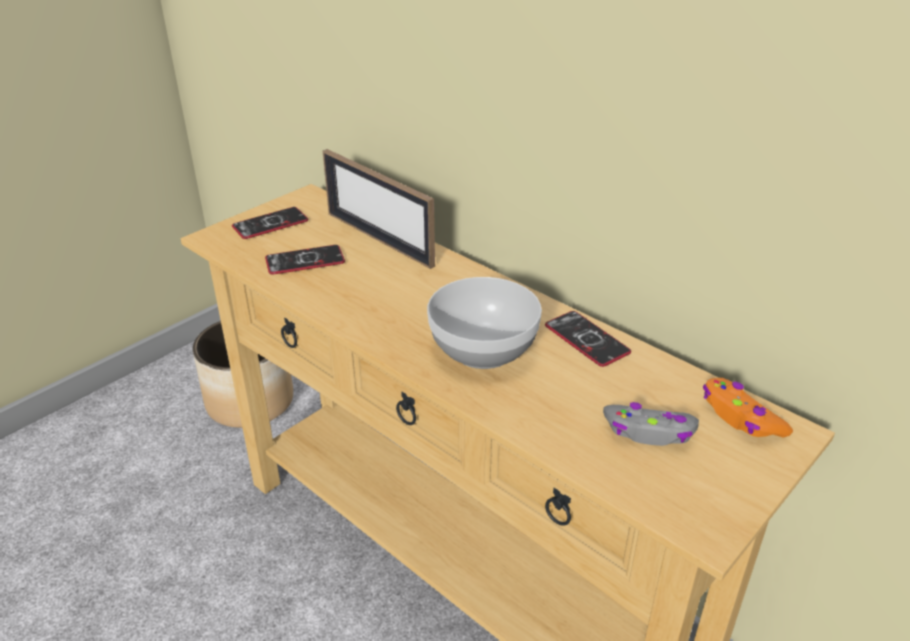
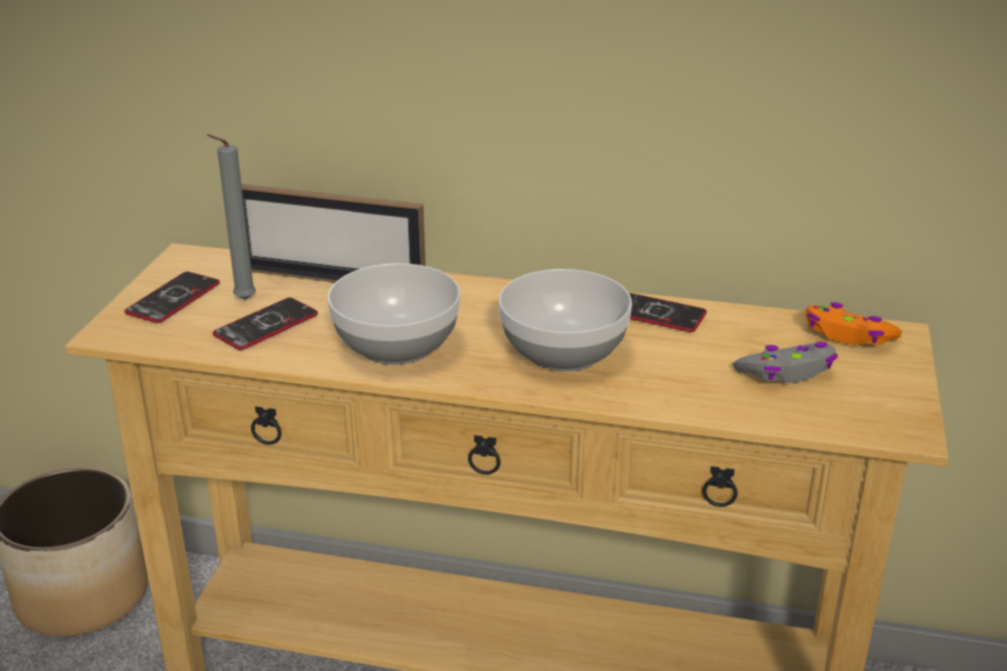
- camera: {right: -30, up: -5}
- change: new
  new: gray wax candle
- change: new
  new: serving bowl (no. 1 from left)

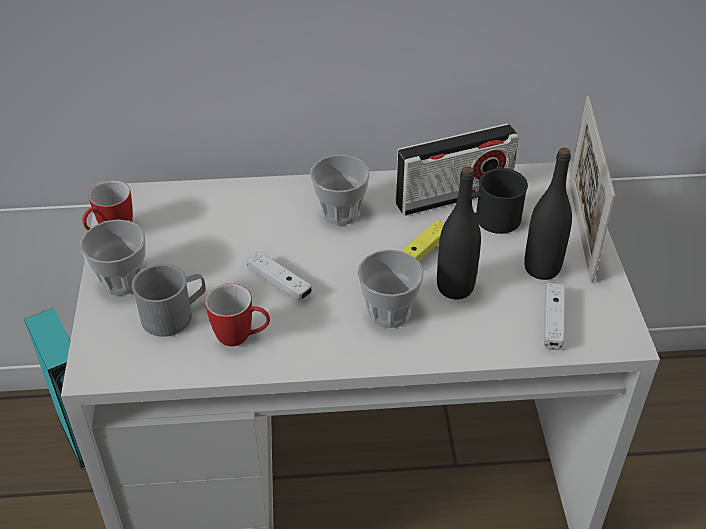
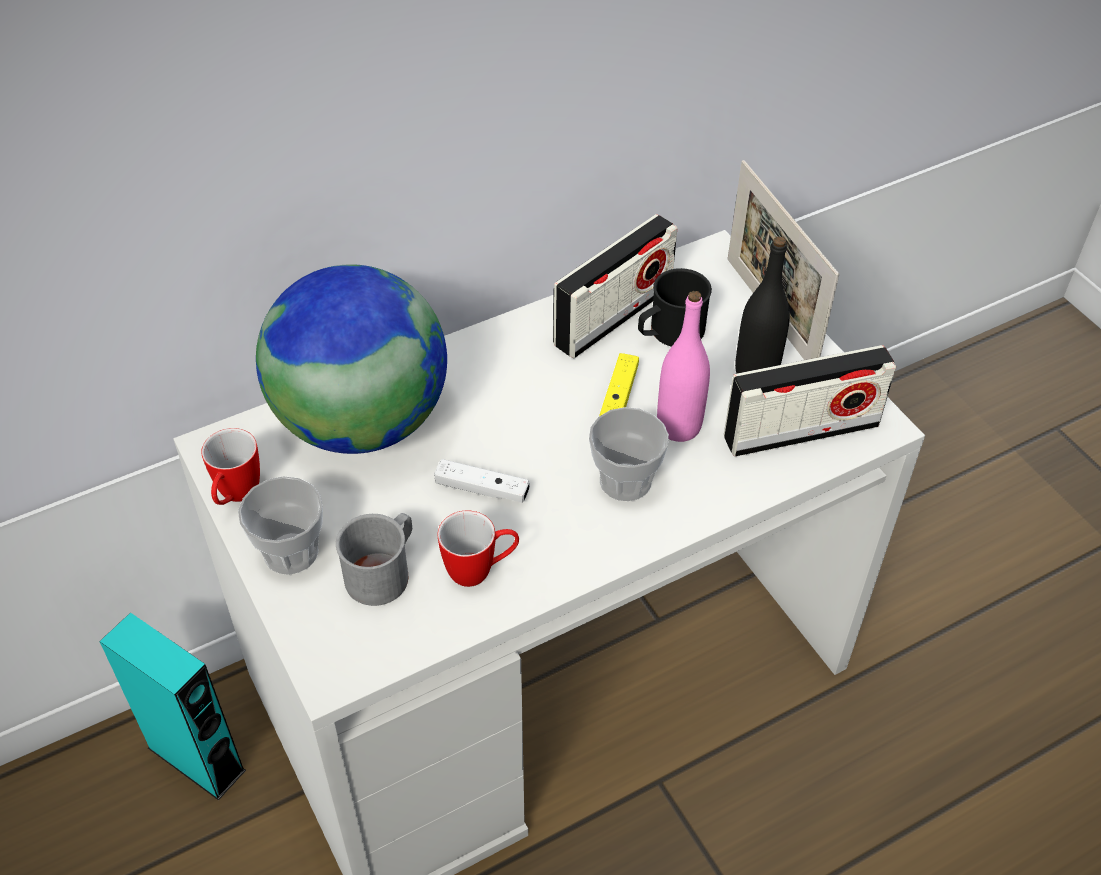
- camera: {right: -25, up: 5}
- change: new
  new: world globe
- change: repainted
  old: blackish drink bottle (no. 1 from left)
  new: pink-coloured drink bottle
- change: swapped
  old: white-coloured game controller (no. 2 from left)
  new: radio receiver (no. 2 from left)
- change: gone
  old: drinking cup (no. 2 from left)

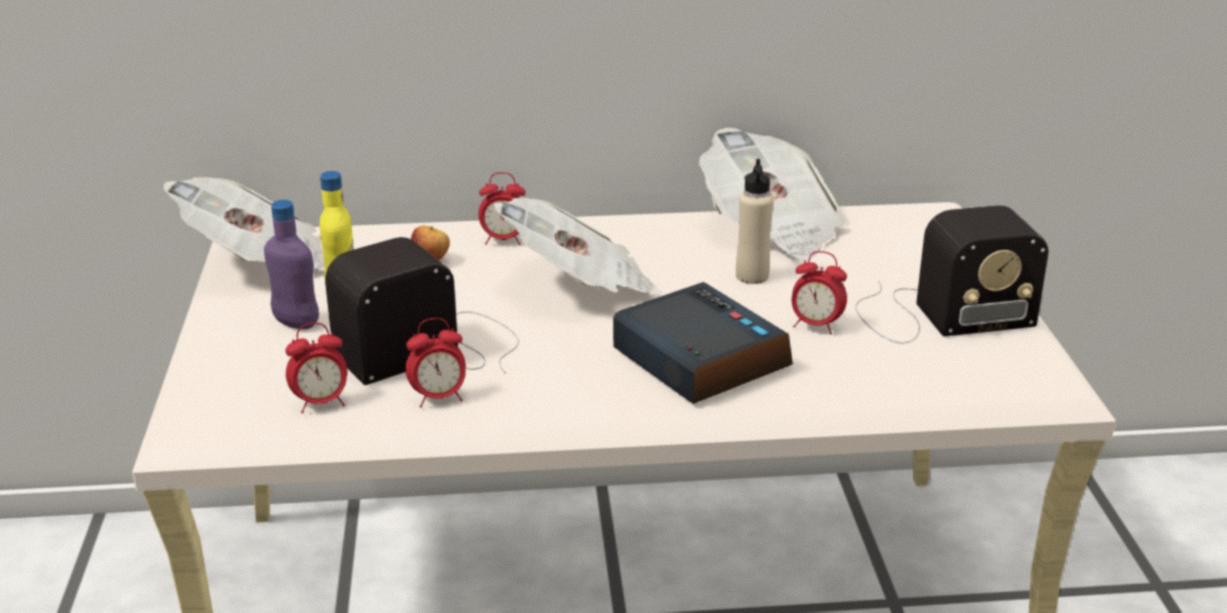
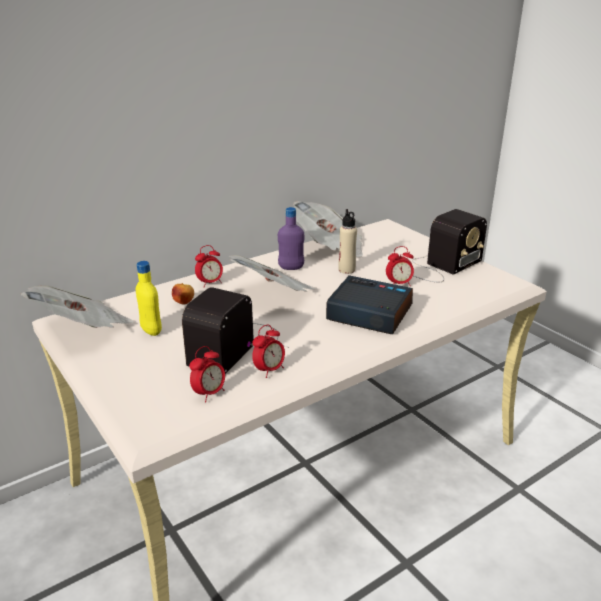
- camera: {right: -30, up: 0}
- change: shifted
  old: purplish drink bottle

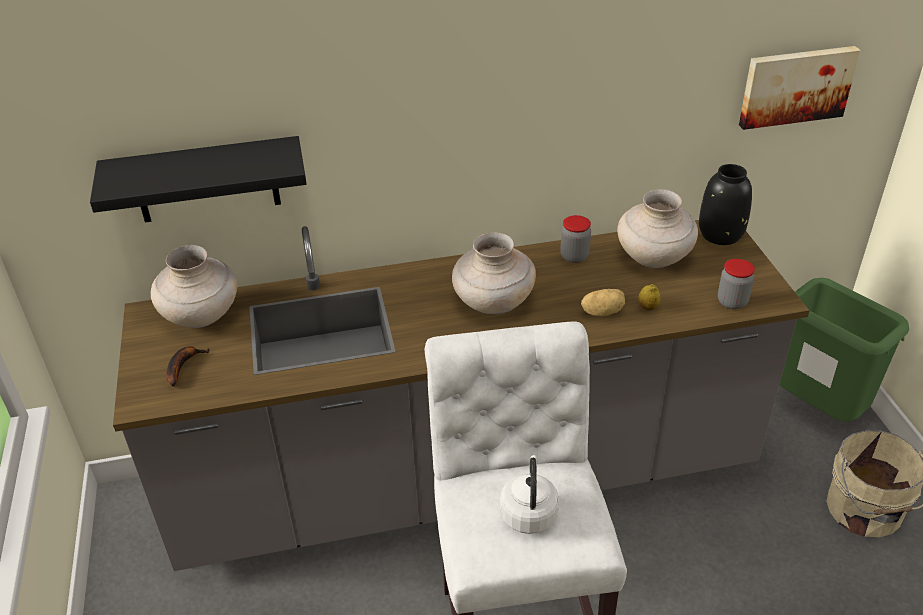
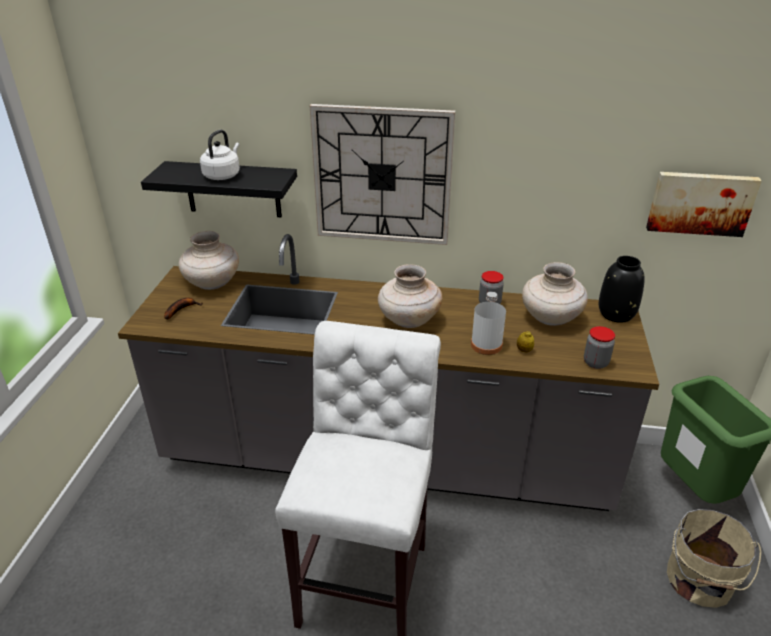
- camera: {right: 20, up: -5}
- change: shifted
  old: white-coloured water kettle
- change: new
  new: clock on the wall
- change: swapped
  old: potato
  new: white-coloured drink bottle

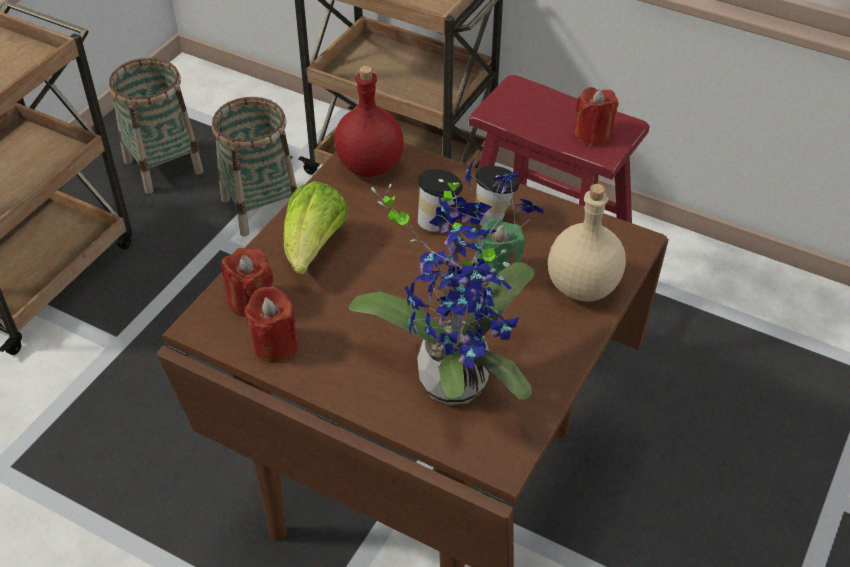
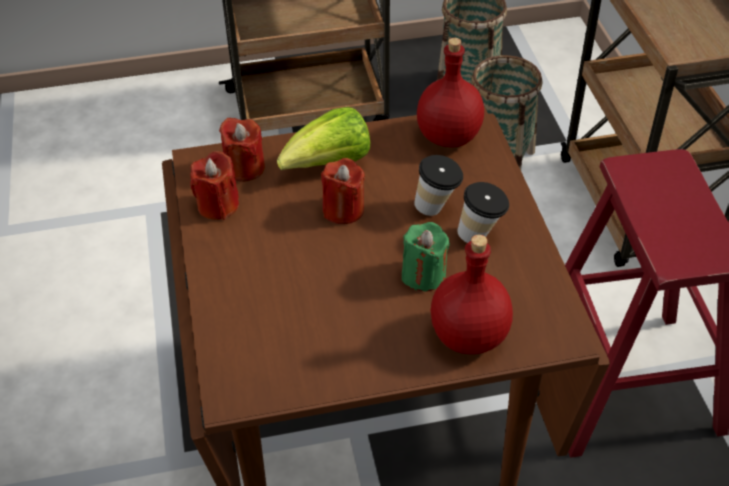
- camera: {right: 50, up: 0}
- change: shifted
  old: red wax candle (no. 3 from left)
- change: repainted
  old: sand-coloured drink bottle
  new: red drink bottle (no. 2 from left)
- change: gone
  old: plant in a pot

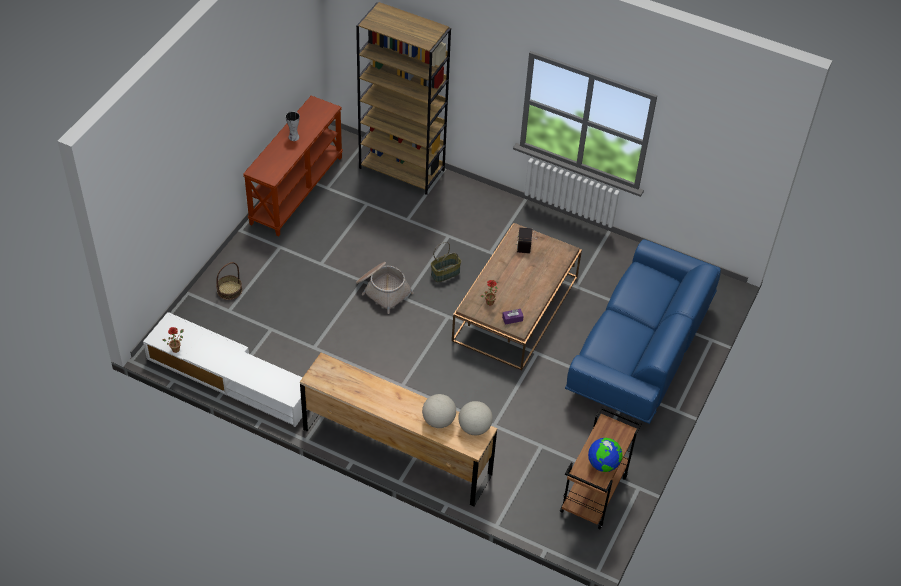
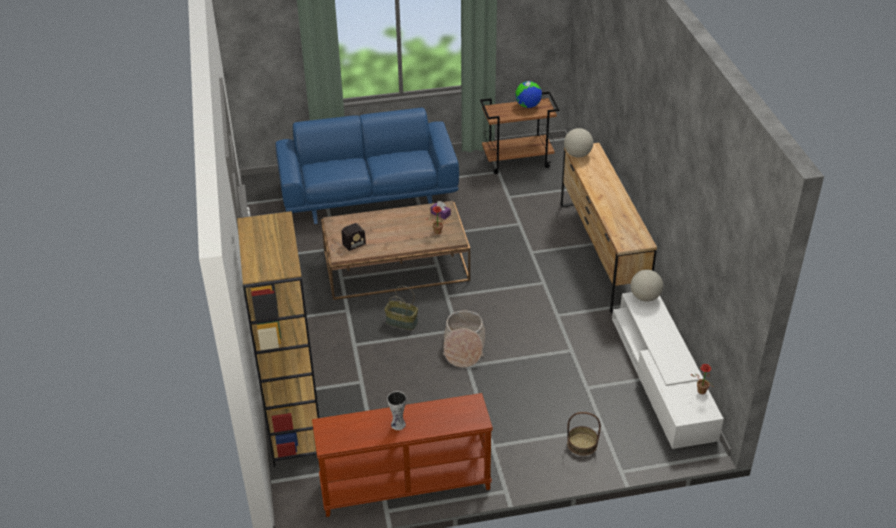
- camera: {right: -125, up: -10}
- change: shifted
  old: world globe (no. 1 from left in the first image)
  new: world globe (no. 3 from left)

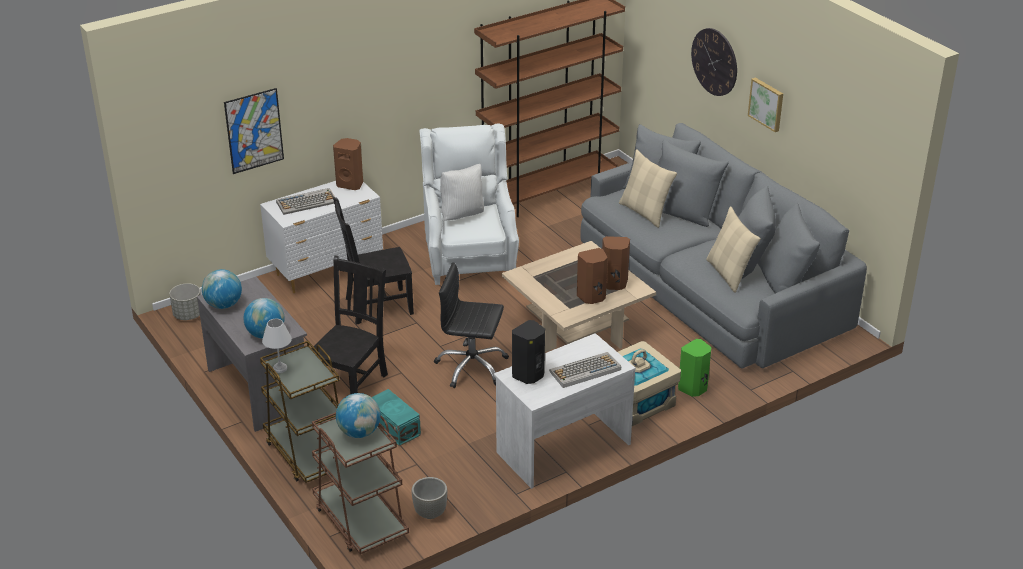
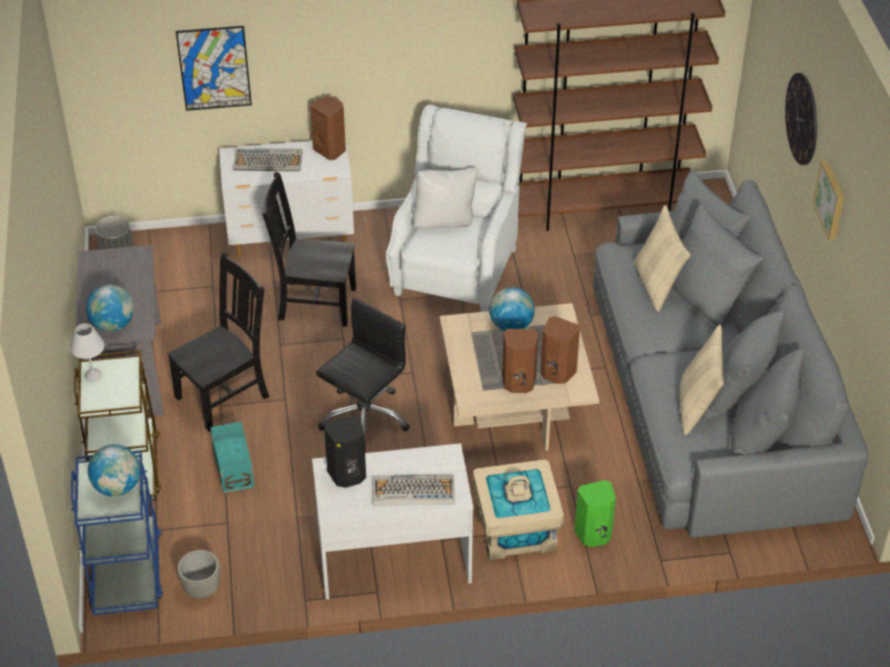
- camera: {right: 25, up: 10}
- change: repainted
  old: brown-coloured wheeled cart (no. 2 from left)
  new: blue wheeled cart
- change: rotated
  old: blackish office chair
  degrees: 90
- change: shifted
  old: world globe (no. 1 from left in the first image)
  new: world globe (no. 3 from left)

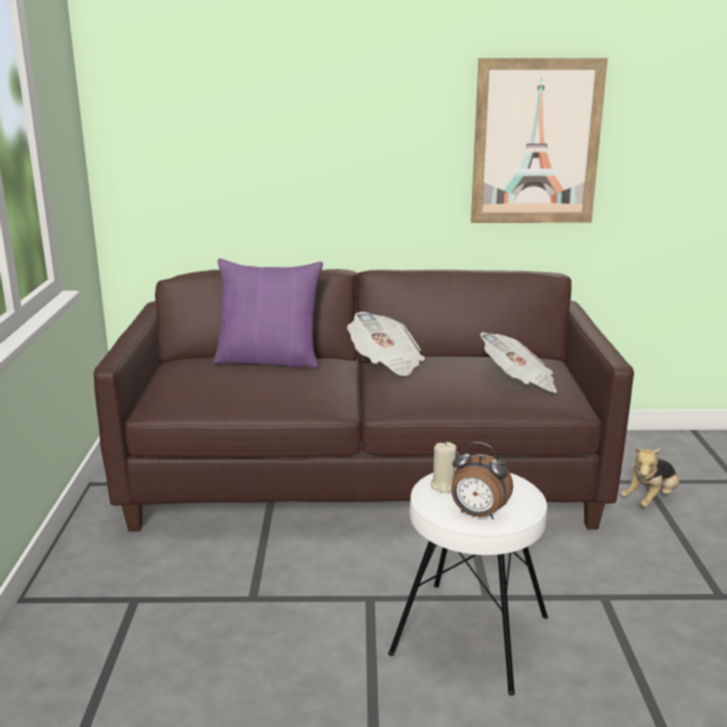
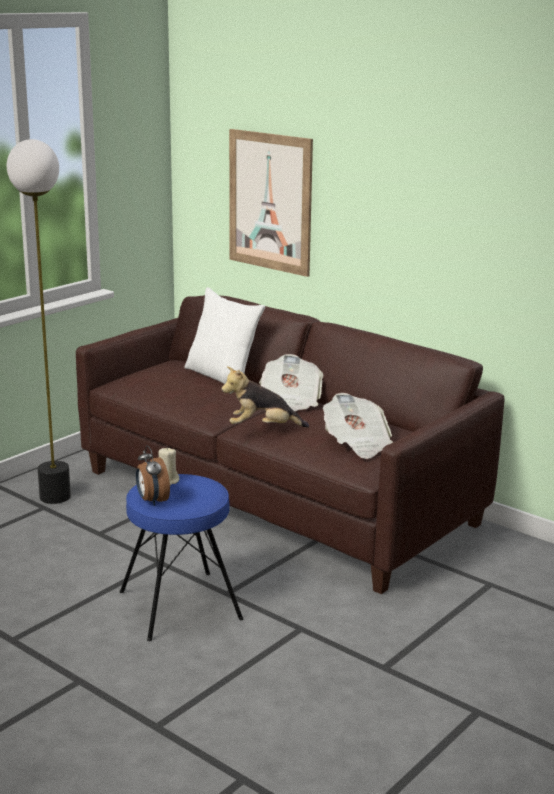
- camera: {right: 40, up: 0}
- change: new
  new: standard lamp
- change: repainted
  old: white-coloured stool seat
  new: blue stool seat
- change: repainted
  old: purplish cushion
  new: white-coloured cushion
- change: shifted
  old: cuddly toy
- change: shifted
  old: wall art

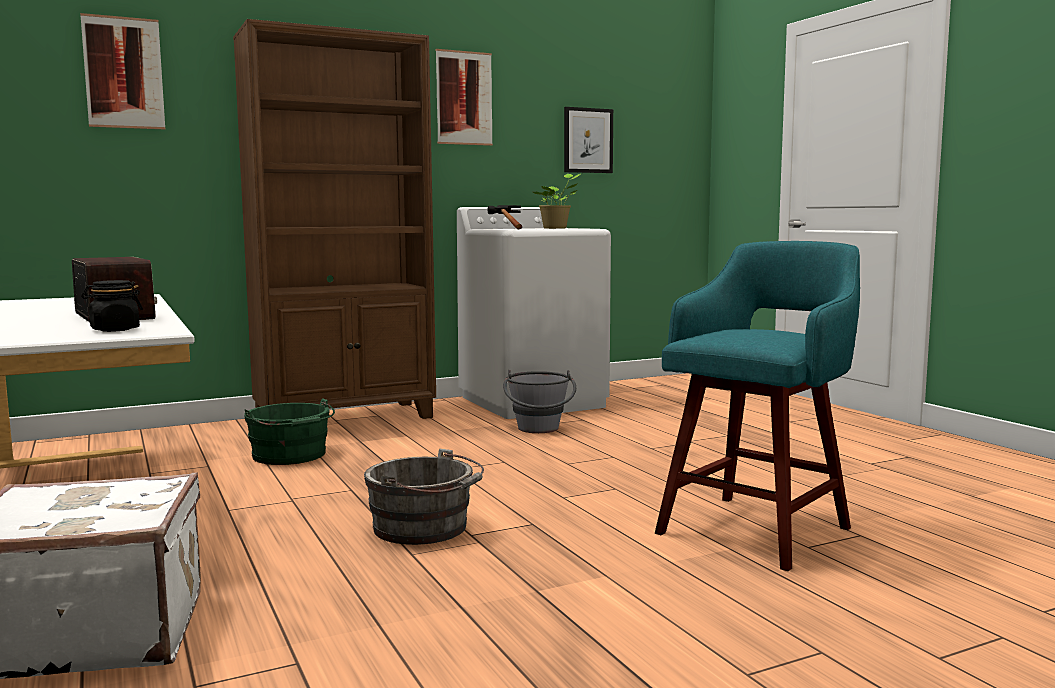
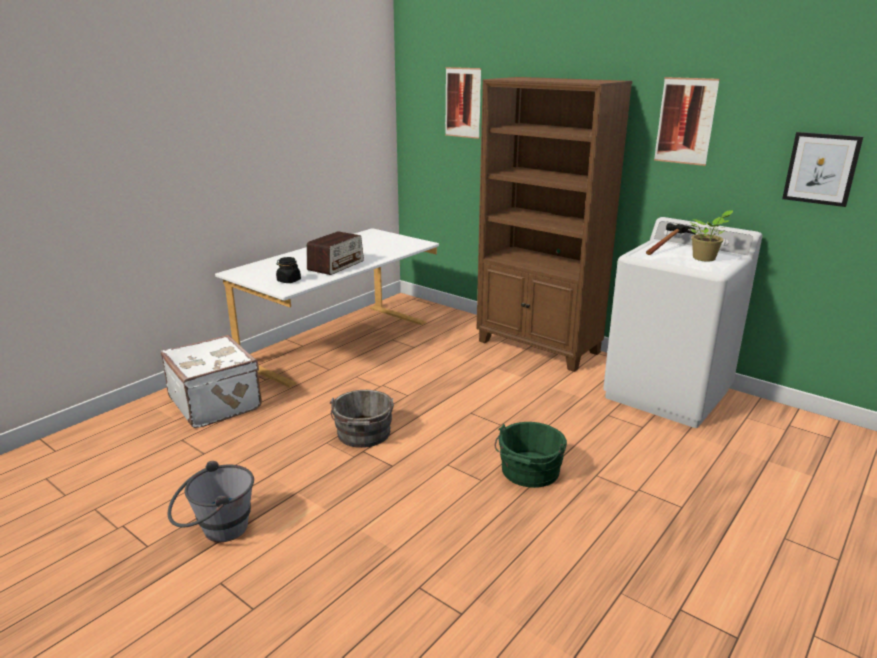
- camera: {right: 65, up: 15}
- change: shifted
  old: gray pail (no. 2 from left in the first image)
  new: gray pail (no. 1 from left)
- change: shifted
  old: green pail
- change: gone
  old: blue-green stool seat

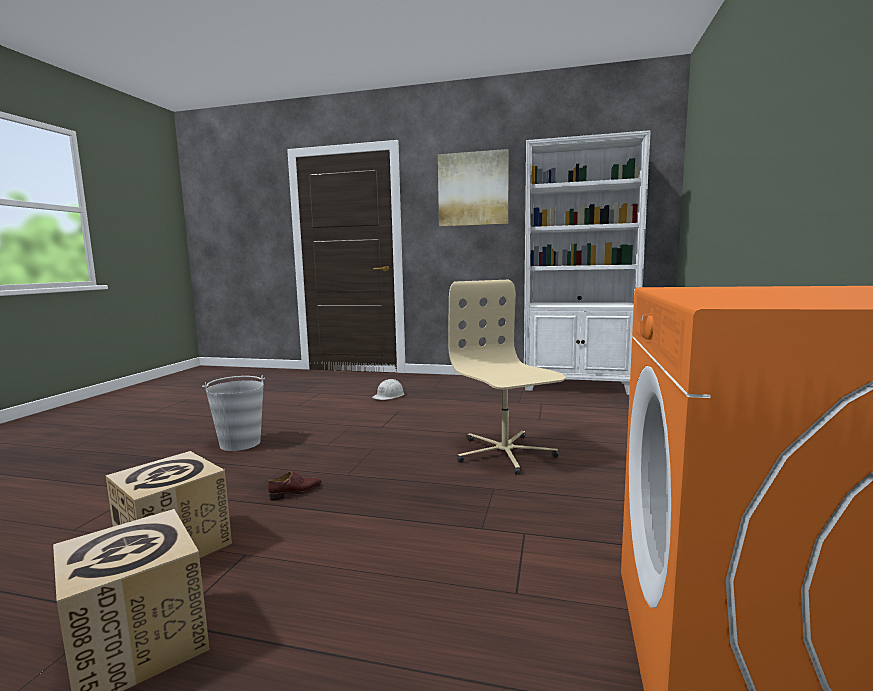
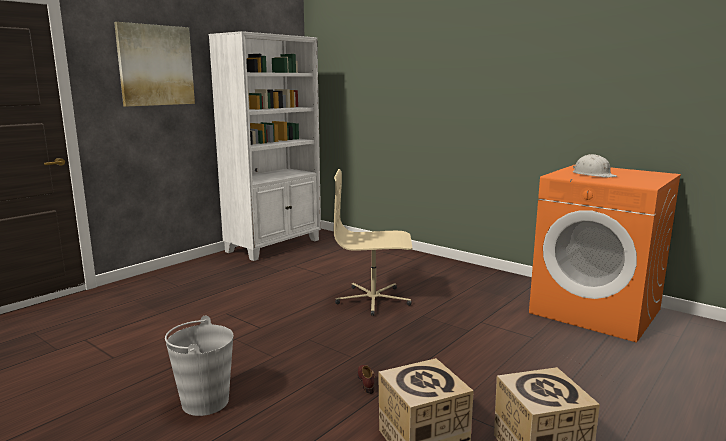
- camera: {right: -65, up: 5}
- change: shifted
  old: white-coloured work helmet

